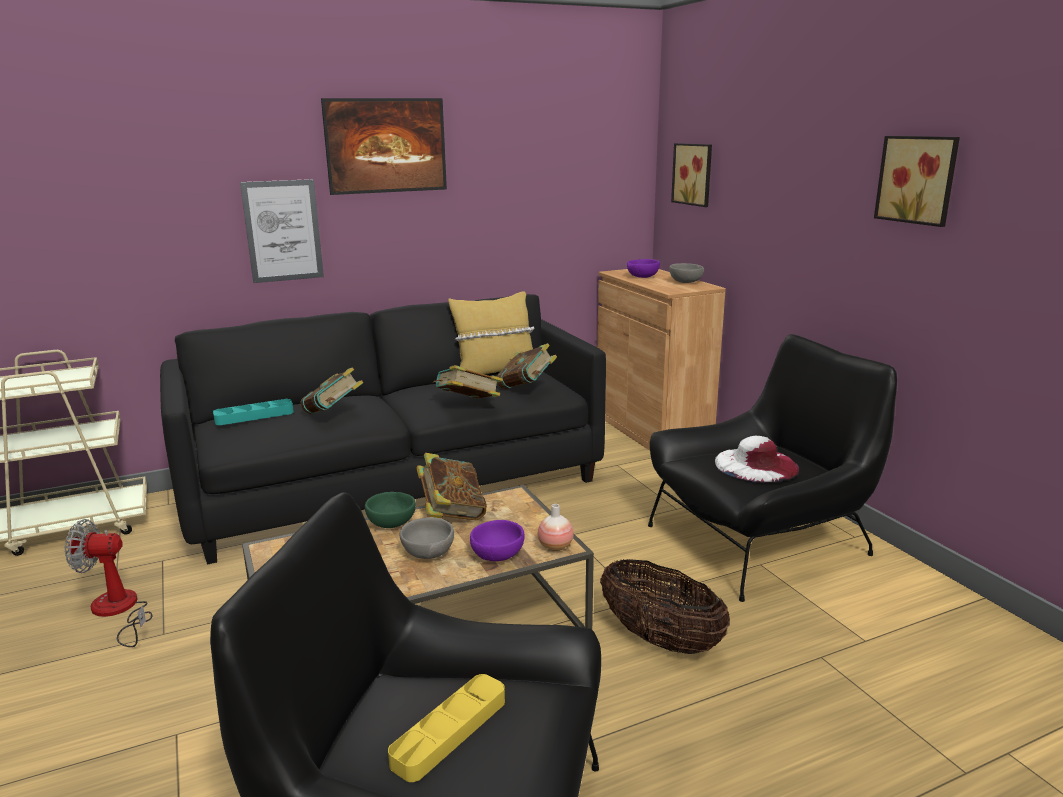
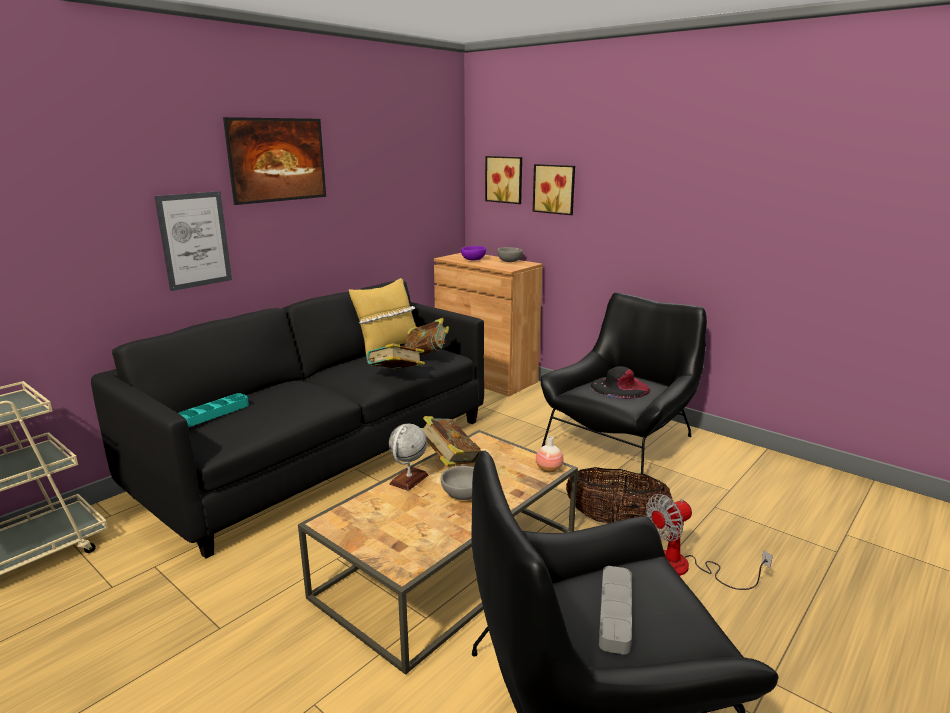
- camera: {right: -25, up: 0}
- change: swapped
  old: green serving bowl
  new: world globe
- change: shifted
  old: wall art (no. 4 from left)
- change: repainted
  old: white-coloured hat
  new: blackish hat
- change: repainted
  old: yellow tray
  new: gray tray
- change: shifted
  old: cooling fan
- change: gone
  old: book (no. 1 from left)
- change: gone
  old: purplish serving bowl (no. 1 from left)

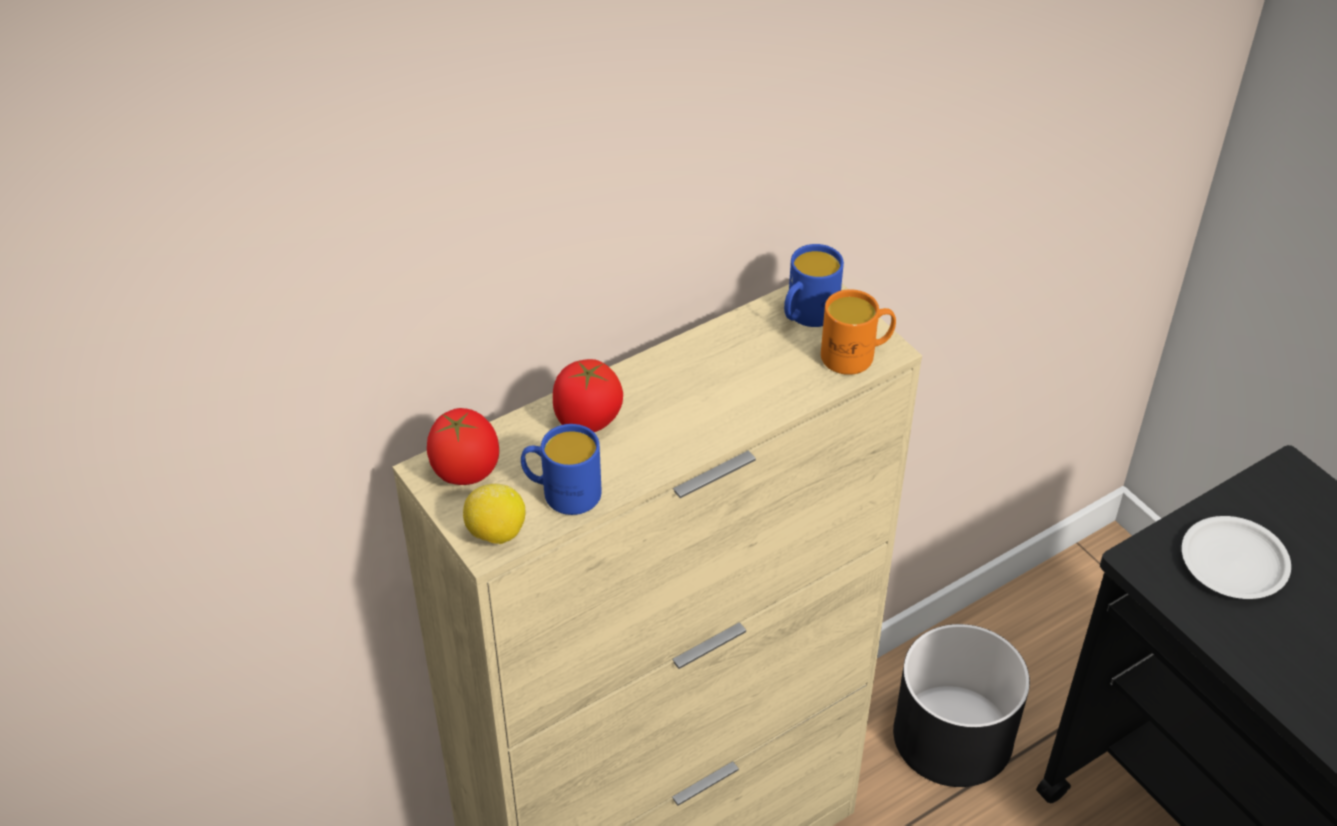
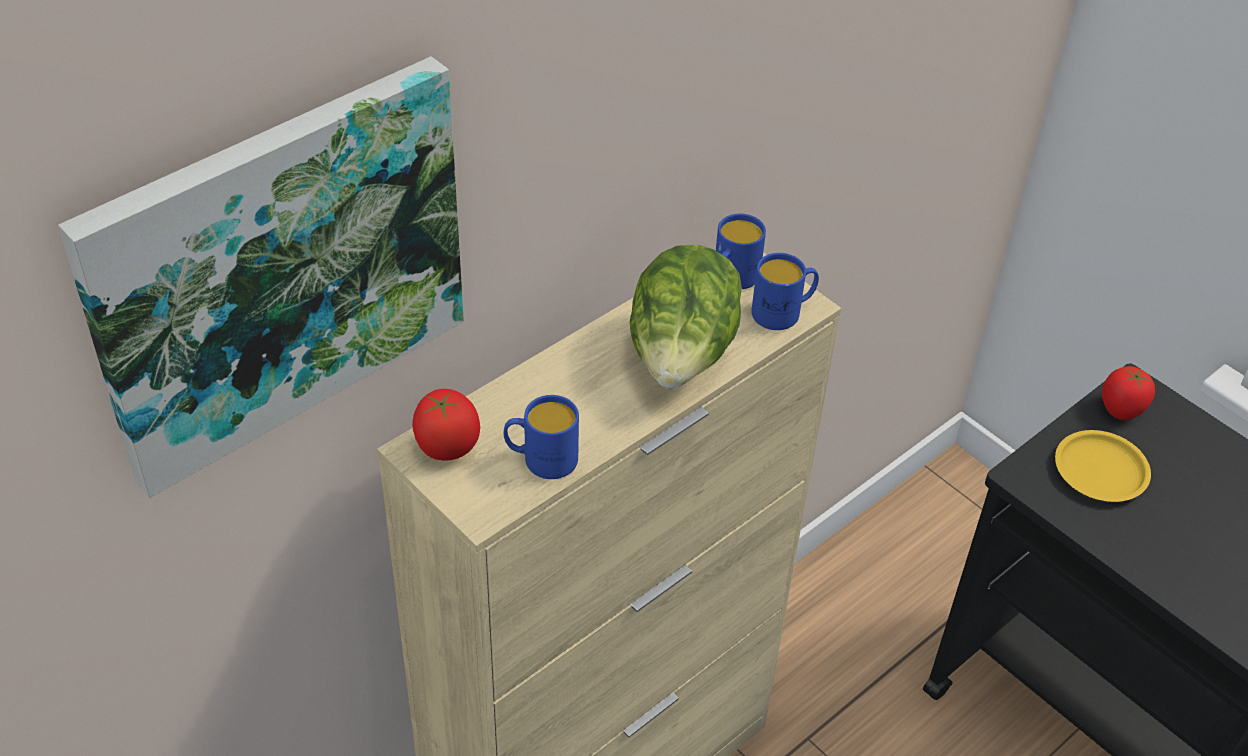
- camera: {right: -10, up: 0}
- change: new
  new: wall art
- change: new
  new: head of lettuce
- change: repainted
  old: orangey mug
  new: blue mug (no. 3 from left)
- change: repainted
  old: white-coloured flat dish
  new: yellow flat dish
- change: shifted
  old: tomato (no. 2 from left)
- change: gone
  old: whole lemon
- change: gone
  old: blackish flower pot

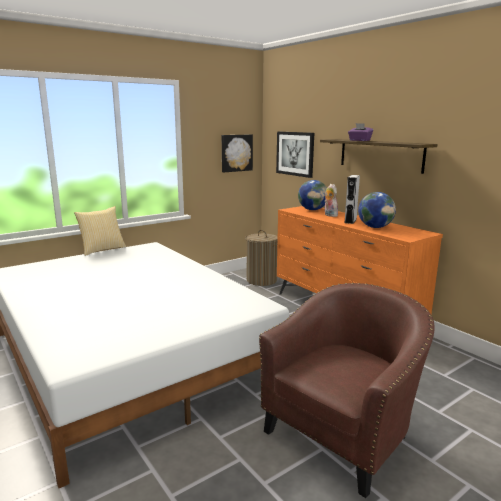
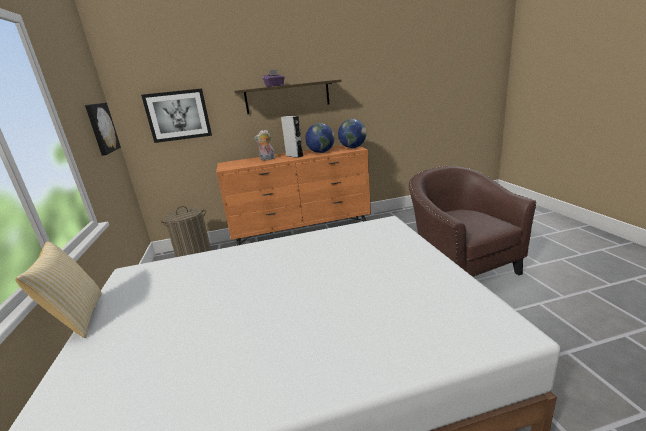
- camera: {right: -65, up: 5}
- change: shifted
  old: world globe (no. 1 from left in the first image)
  new: world globe (no. 2 from left)

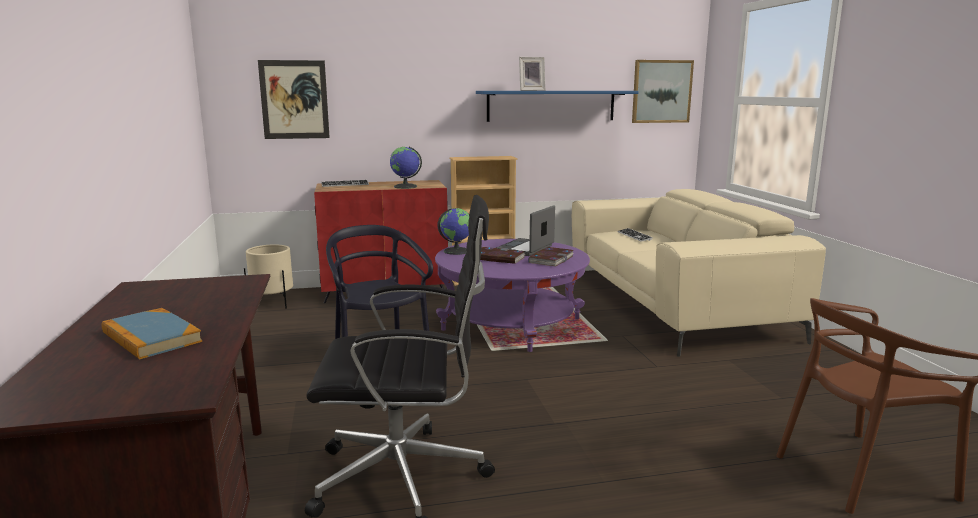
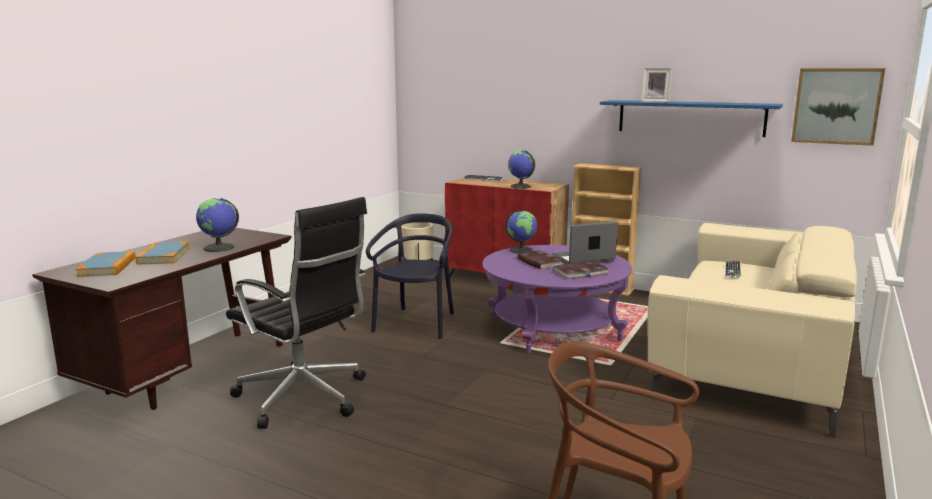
- camera: {right: 40, up: 0}
- change: new
  new: book (no. 1 from left)
- change: new
  new: world globe (no. 1 from left)
- change: gone
  old: wall art (no. 1 from left)

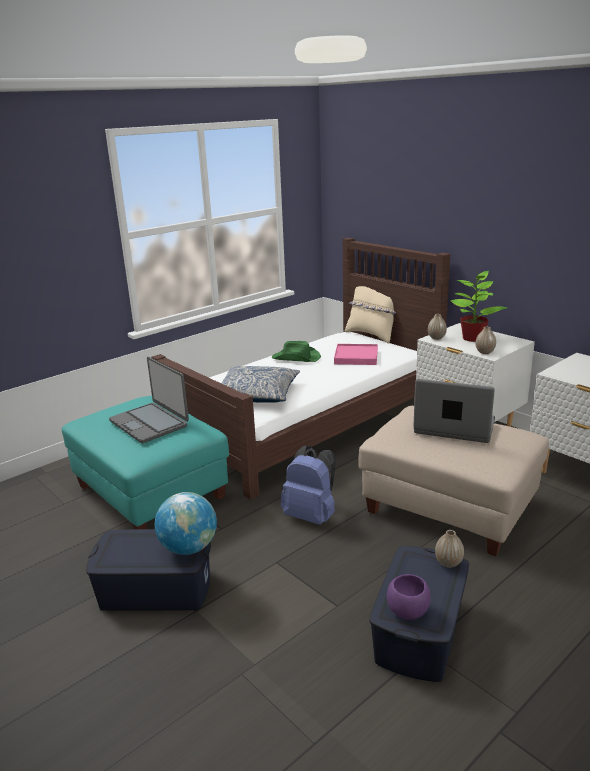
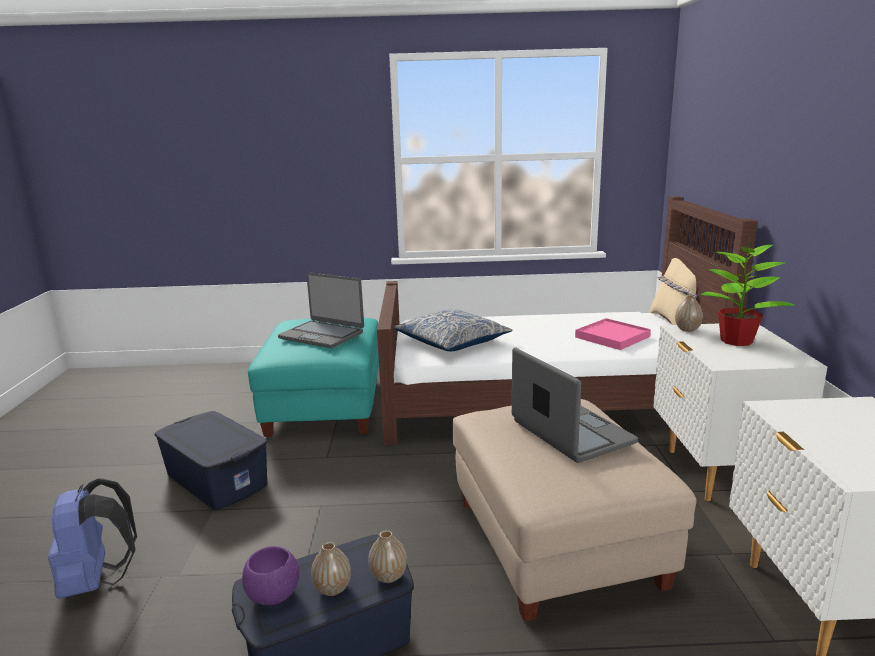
- camera: {right: 40, up: -5}
- change: shifted
  old: blue knapsack
- change: rotated
  old: notebook computer (no. 1 from left)
  degrees: -60
- change: shifted
  old: decorative vase (no. 3 from left in the first image)
  new: decorative vase (no. 1 from left)
- change: gone
  old: world globe
- change: gone
  old: green hat

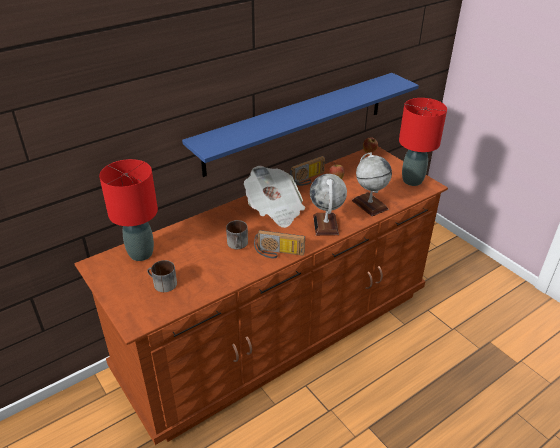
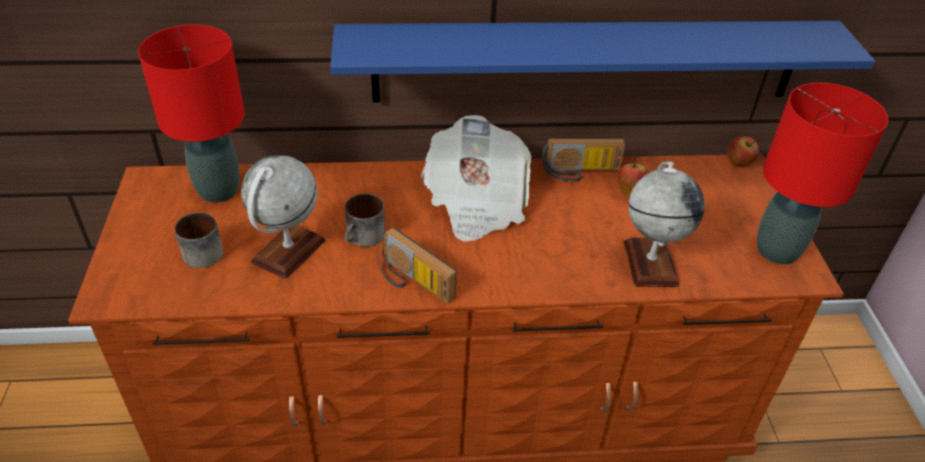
- camera: {right: 30, up: 5}
- change: shifted
  old: world globe (no. 1 from left)

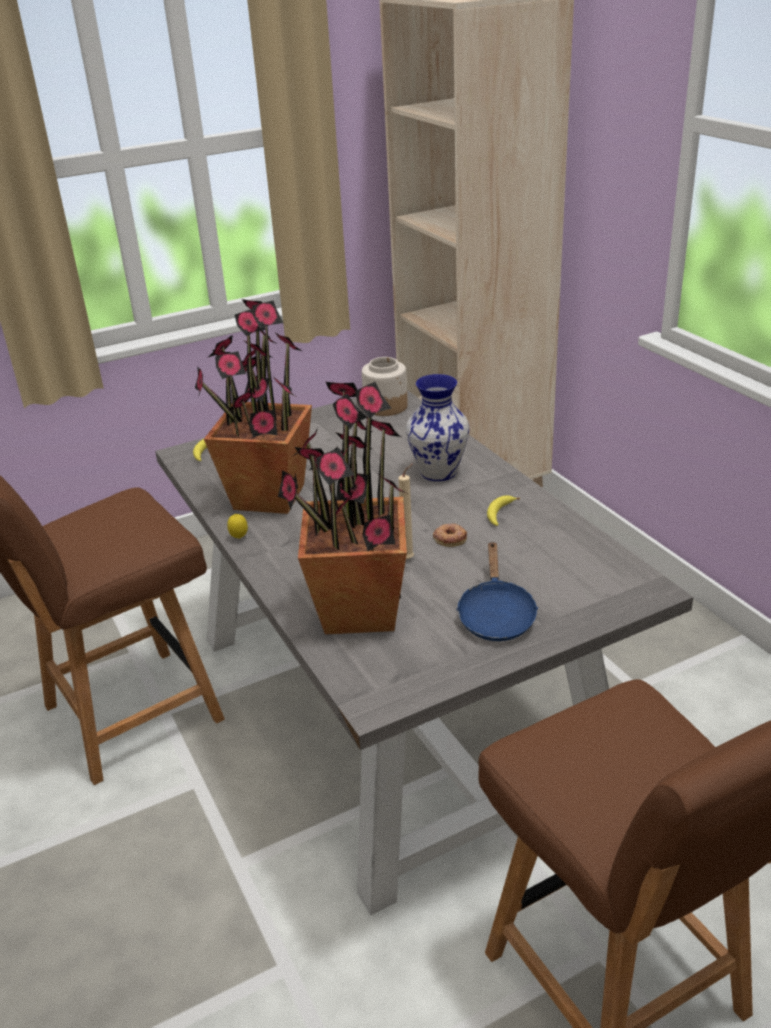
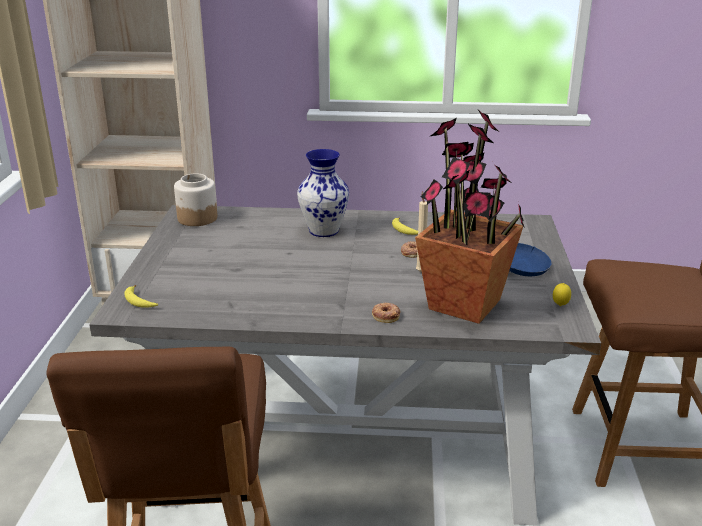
- camera: {right: -60, up: -5}
- change: new
  new: donut (no. 1 from left)
- change: shifted
  old: whole lemon
- change: gone
  old: plant in a pot (no. 1 from left)

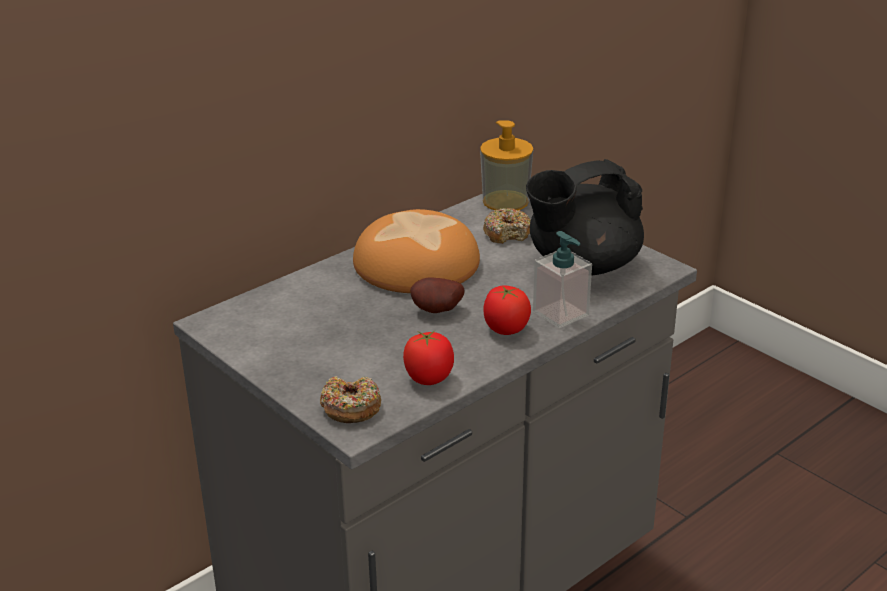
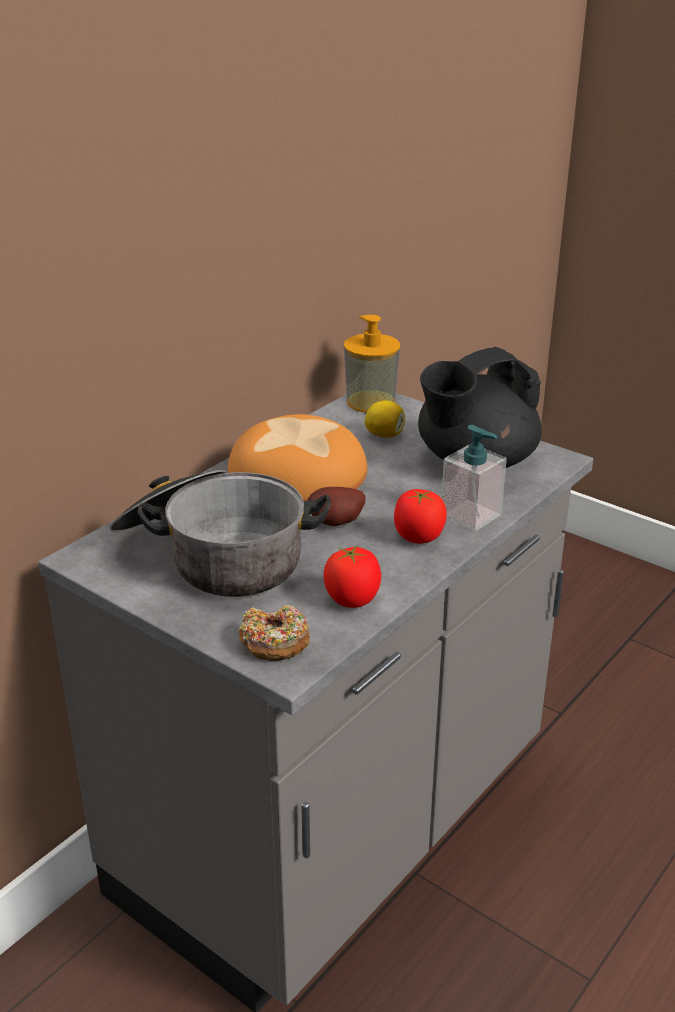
- camera: {right: -10, up: 0}
- change: new
  new: saucepot
- change: swapped
  old: donut (no. 2 from left)
  new: whole lemon

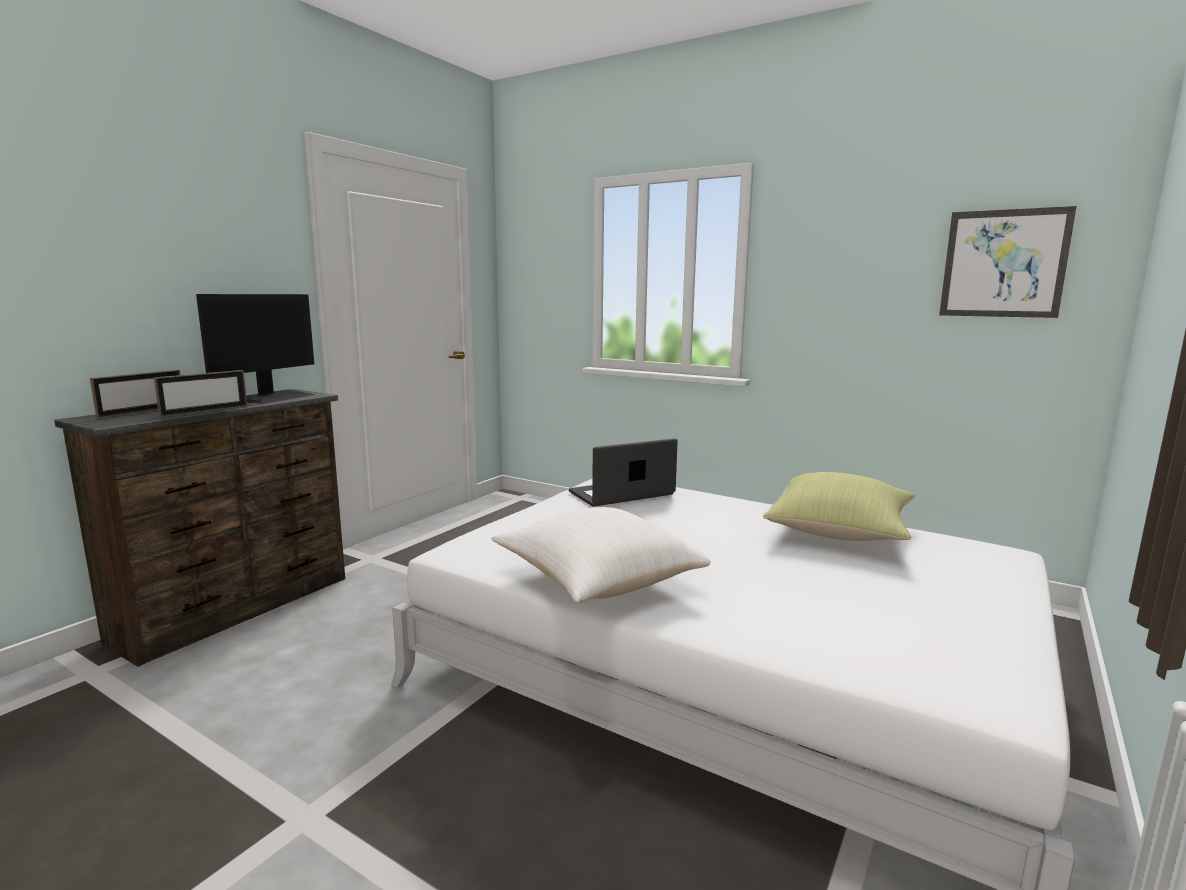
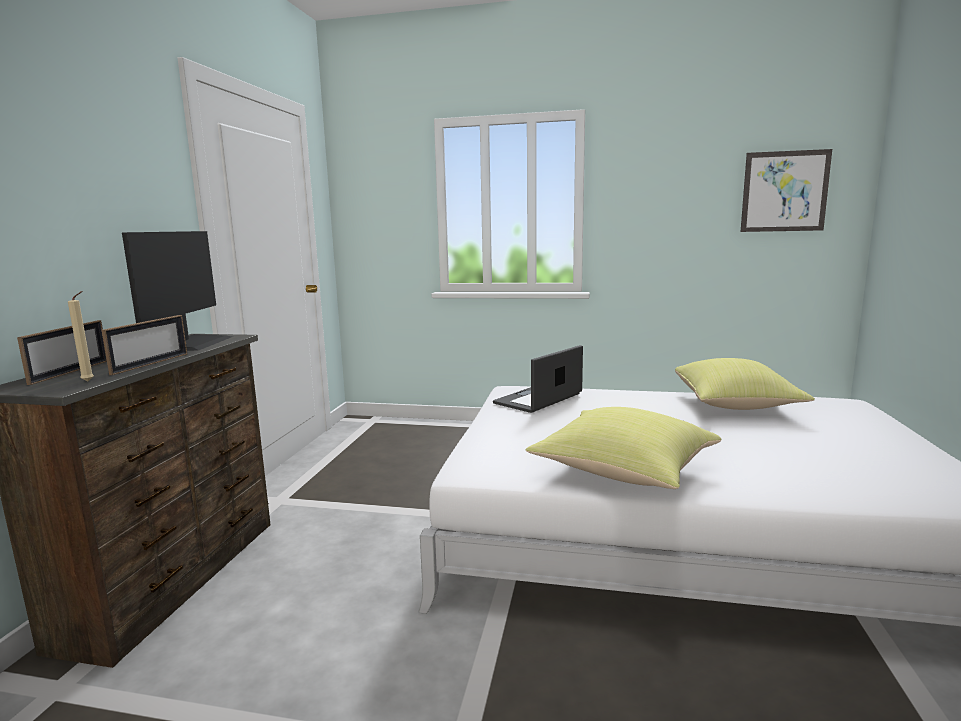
- camera: {right: -20, up: 0}
- change: new
  new: sand-coloured wax candle
- change: repainted
  old: white-coloured cushion
  new: yellow cushion (no. 1 from left)

